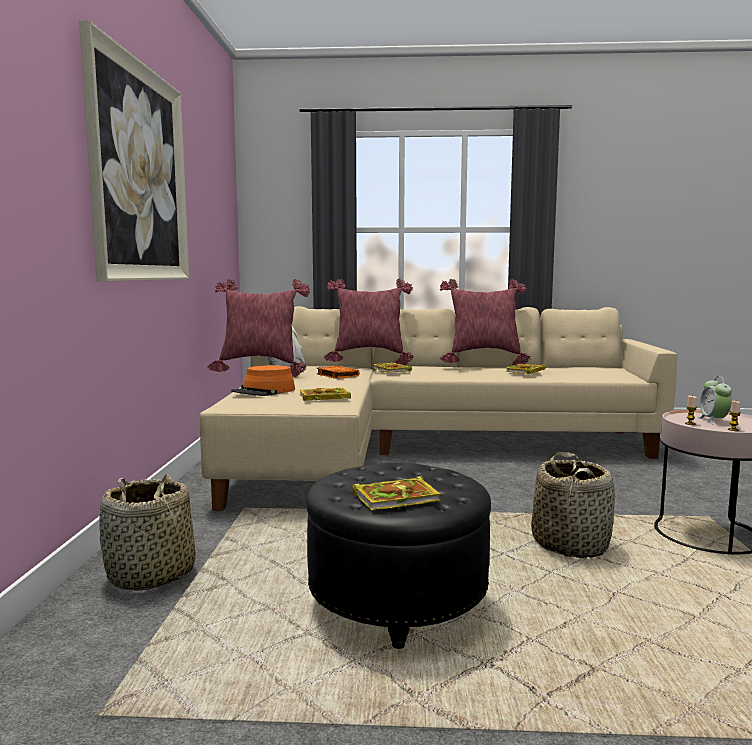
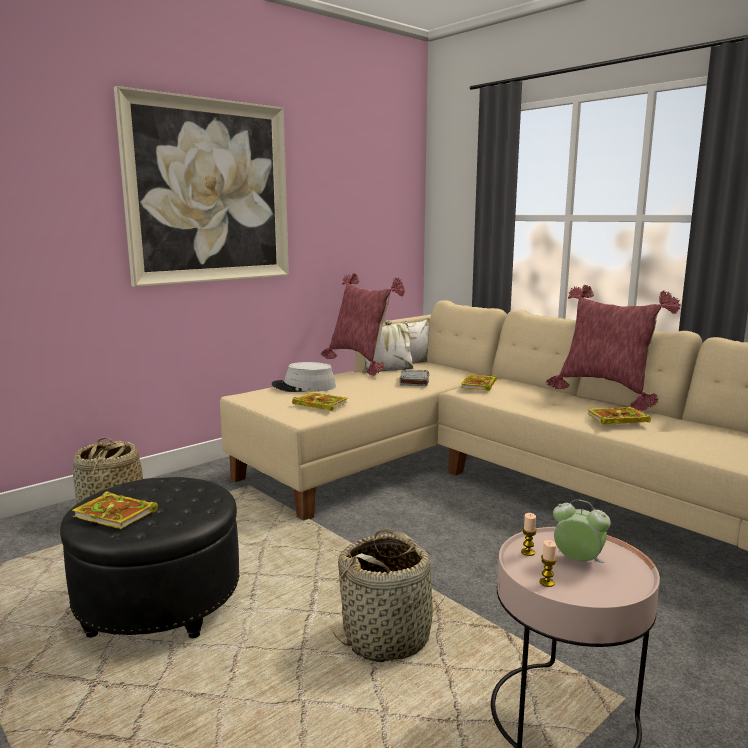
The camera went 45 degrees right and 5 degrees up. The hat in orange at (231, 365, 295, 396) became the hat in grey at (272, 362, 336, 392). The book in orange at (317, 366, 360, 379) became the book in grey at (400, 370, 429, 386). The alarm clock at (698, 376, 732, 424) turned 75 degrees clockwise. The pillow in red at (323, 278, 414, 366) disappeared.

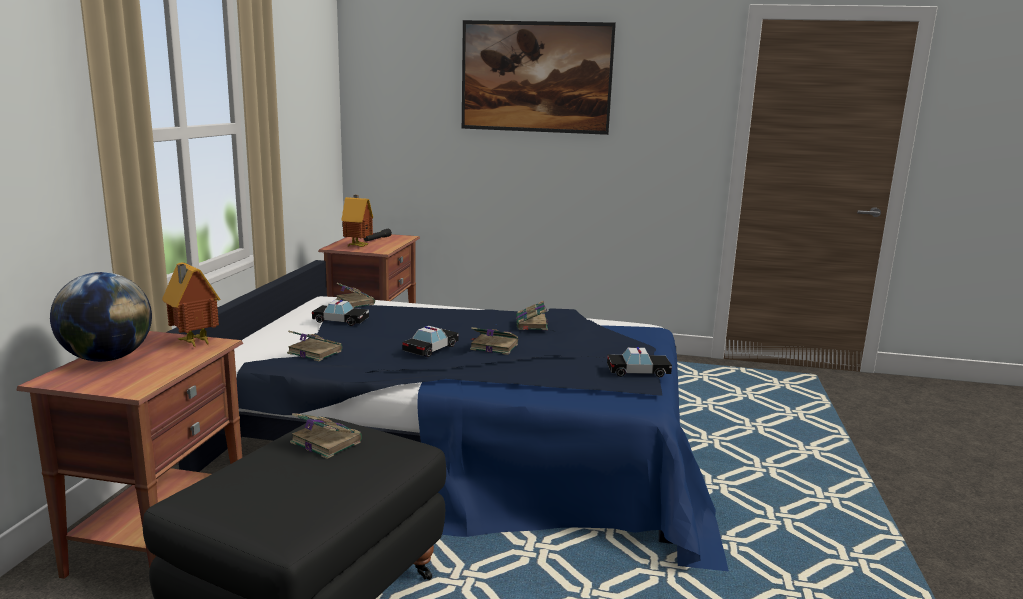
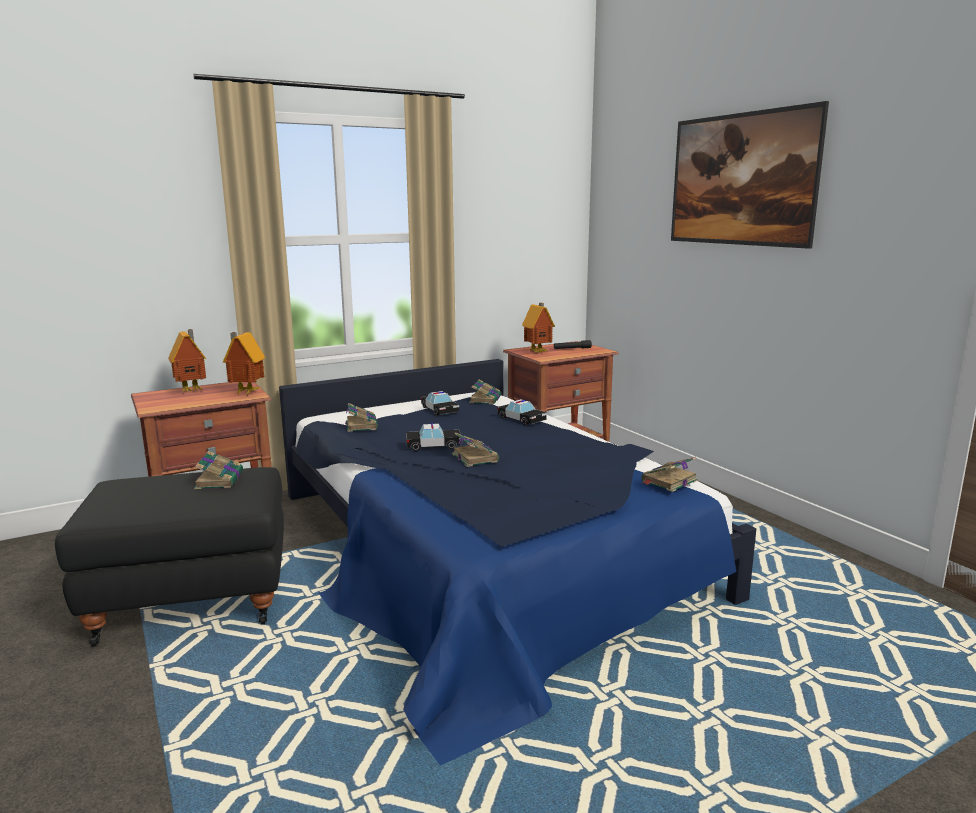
The camera went 50 degrees right and 0 degrees up. The globe at (50, 272, 152, 362) was replaced by the toy house at (168, 329, 206, 392). The toy car moved from (607, 347, 672, 377) to (497, 399, 547, 425). The book moved from (516, 301, 548, 330) to (641, 457, 698, 492).

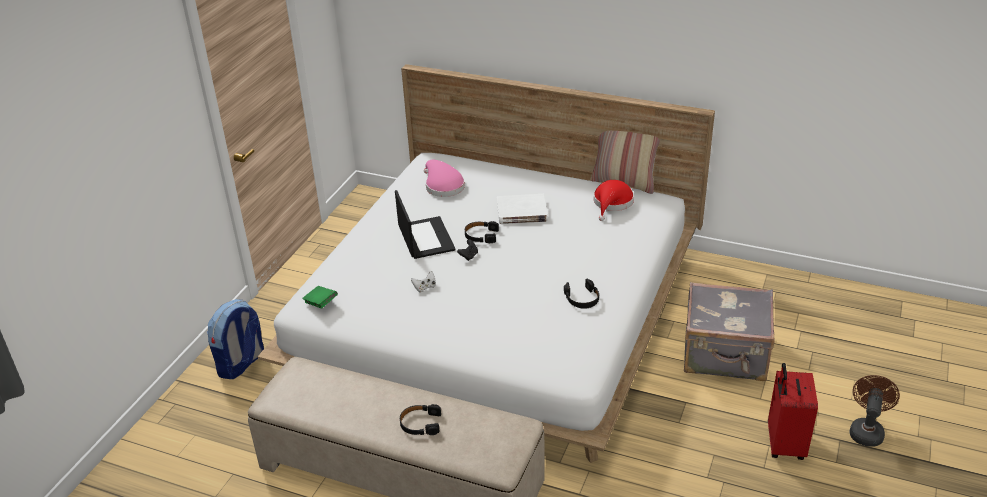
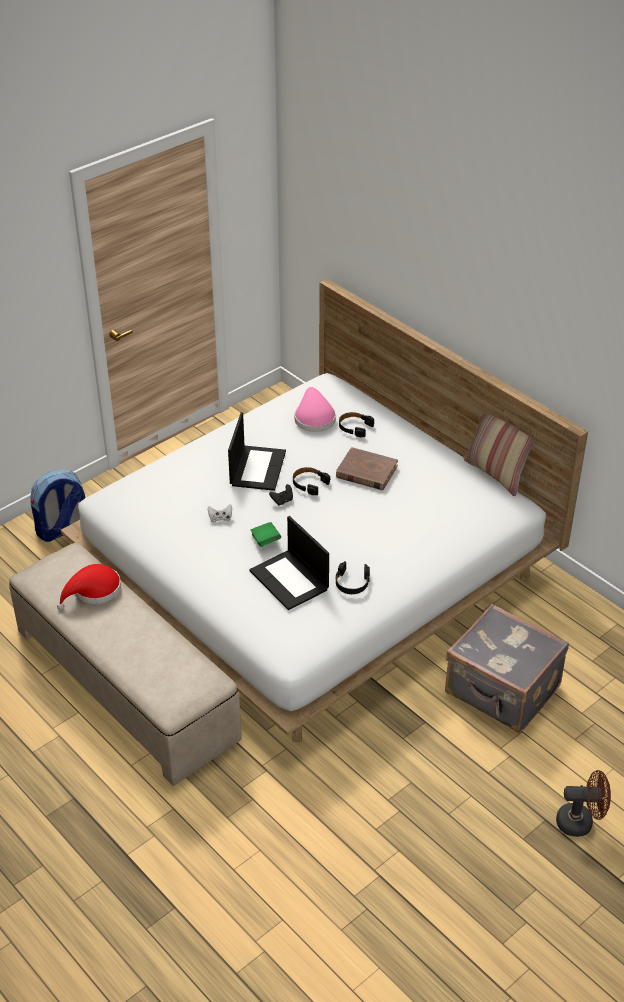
The camera went 25 degrees right and 5 degrees up. The hat in red moved from (594, 180, 634, 221) to (57, 564, 121, 610). The laptop at (249, 516, 329, 610) appeared. The book in green moved from (302, 286, 338, 309) to (250, 522, 281, 547). The book in white at (497, 194, 547, 224) became the book in brown at (336, 447, 398, 490). The headphones in black moved from (400, 404, 441, 435) to (339, 412, 374, 437). The fan in brown at (850, 375, 900, 447) turned 45 degrees clockwise. The suitcase in red at (768, 363, 818, 460) disappeared.

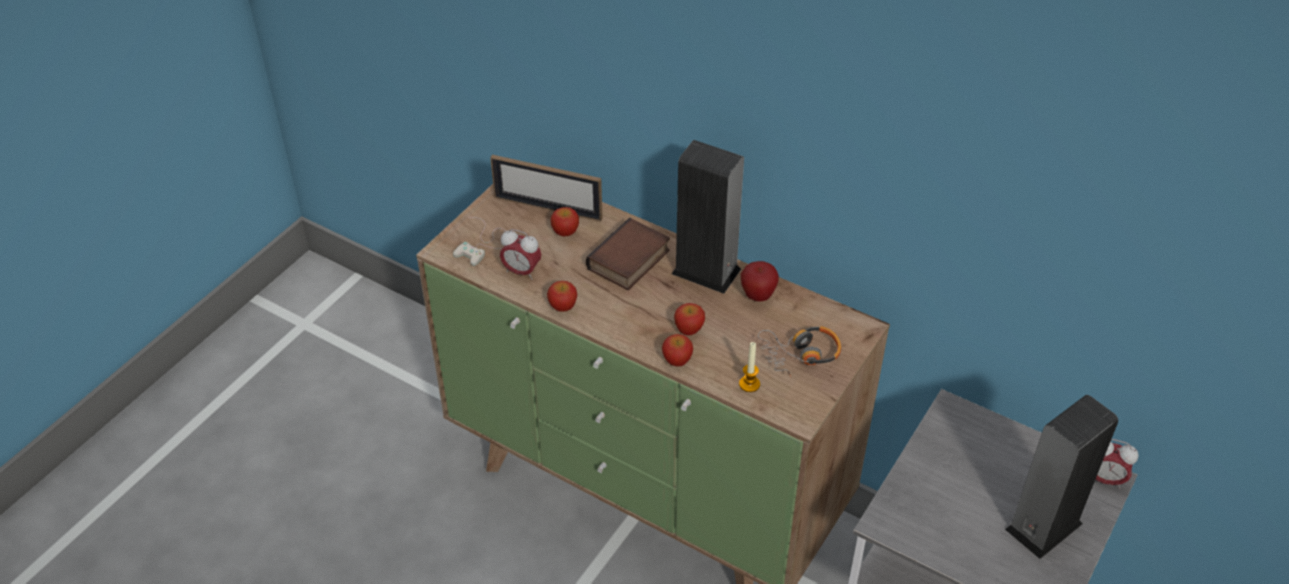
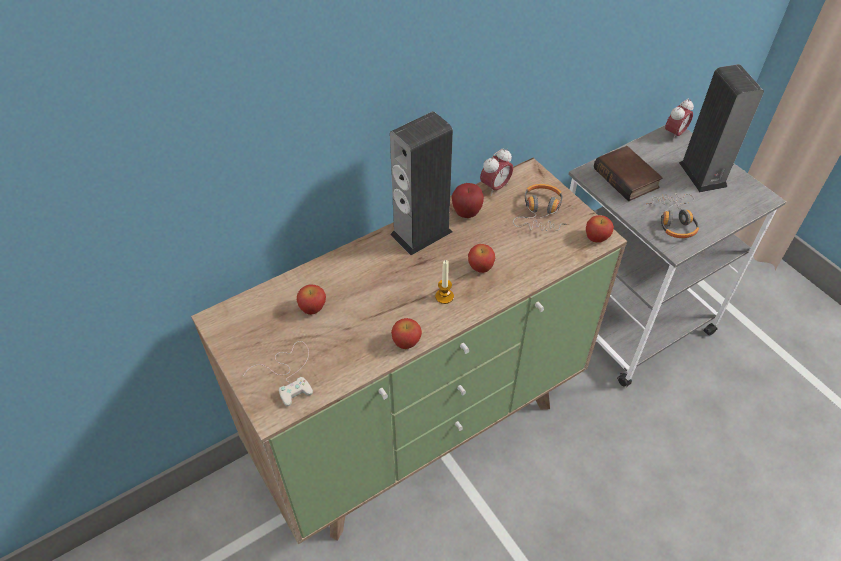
The camera went 65 degrees left and 5 degrees up. The candle moved from (739, 342, 760, 392) to (435, 260, 454, 304). The alarm clock moved from (500, 229, 541, 280) to (480, 148, 513, 196). The apple moved from (662, 334, 693, 366) to (586, 215, 614, 243). The book moved from (586, 218, 670, 290) to (594, 146, 663, 201). The headphones at (646, 193, 699, 238) appeared. The picture frame at (490, 155, 603, 222) disappeared.

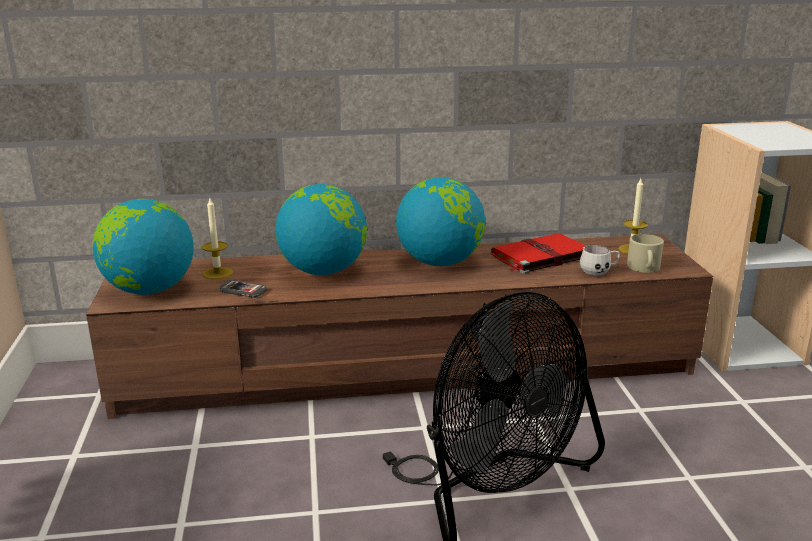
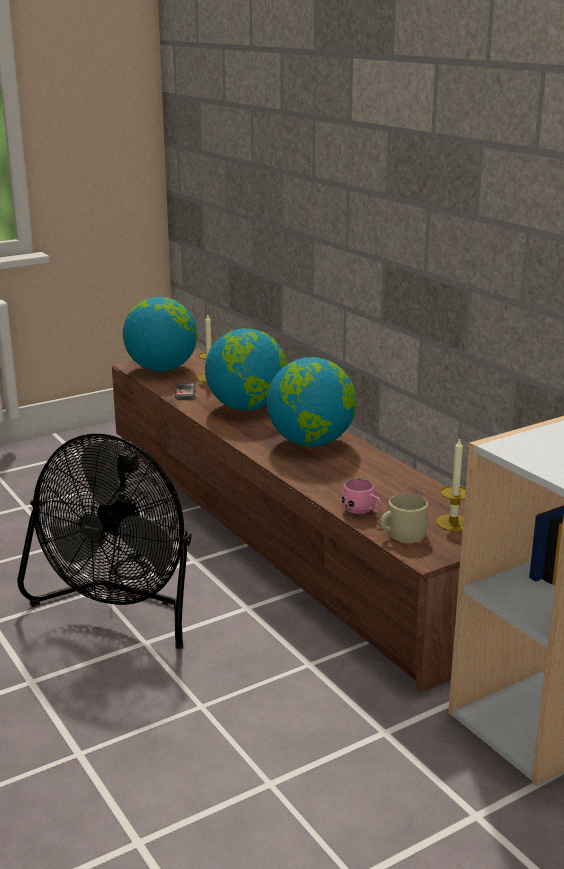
The camera went 65 degrees right and 0 degrees up. The mug in white at (580, 245, 620, 276) became the mug in pink at (341, 479, 381, 514). The book in red at (491, 233, 586, 274) disappeared.

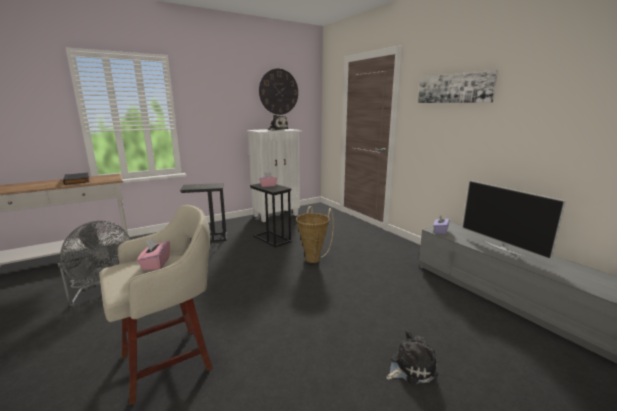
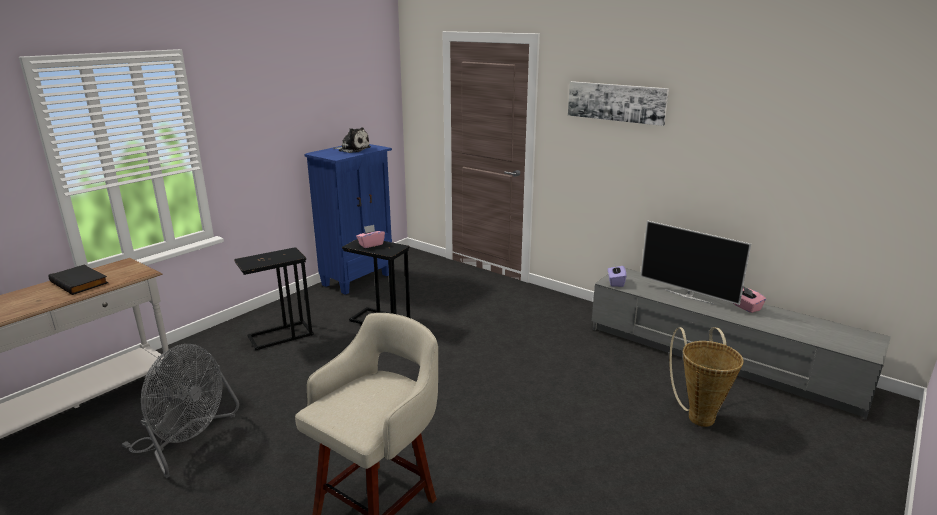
The camera went 20 degrees left and 5 degrees up. The cabinet in white at (247, 129, 302, 222) became the cabinet in blue at (304, 144, 392, 295). The basket moved from (296, 206, 334, 263) to (669, 327, 744, 427). The tissue box in pink moved from (137, 238, 170, 271) to (733, 286, 766, 313). The wall clock at (259, 68, 298, 115) disappeared. The plush toy at (386, 330, 438, 384) disappeared.

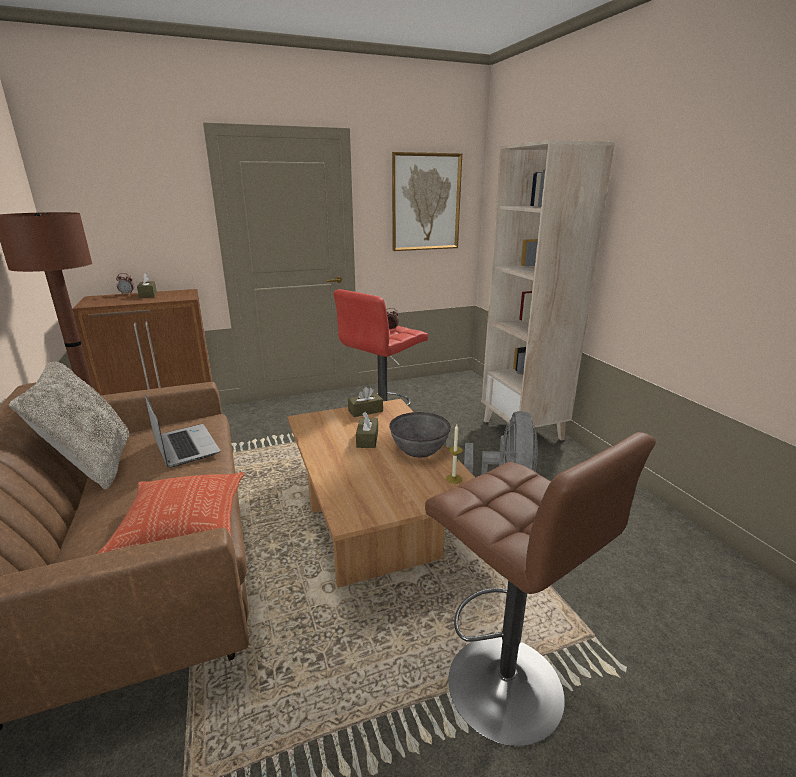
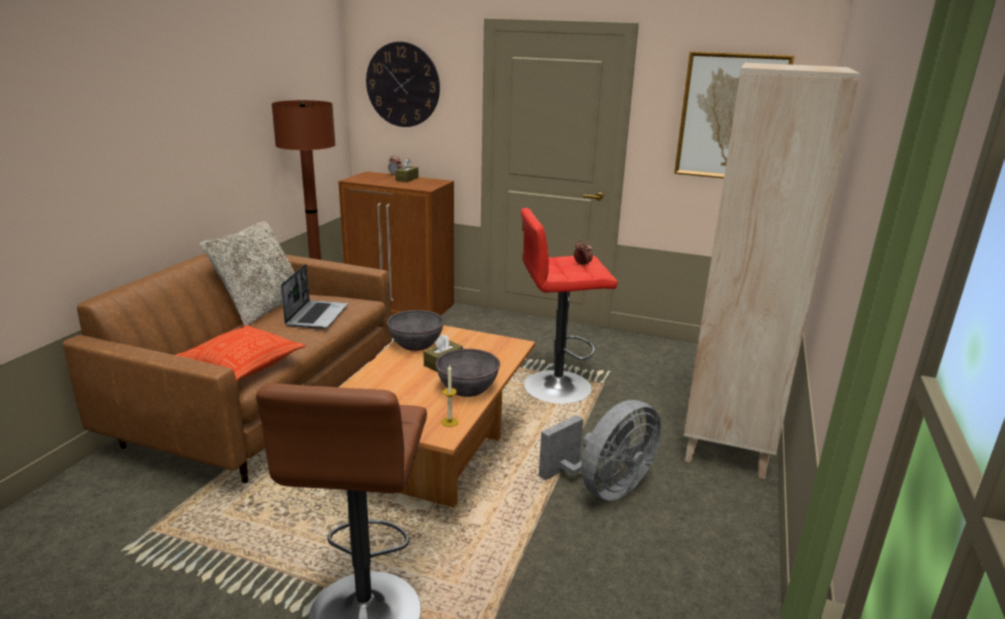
The camera went 40 degrees right and 0 degrees up. The wall clock at (366, 42, 440, 127) appeared. The bowl in grey at (387, 310, 444, 351) appeared. The tissue box in brown at (348, 387, 383, 417) disappeared.

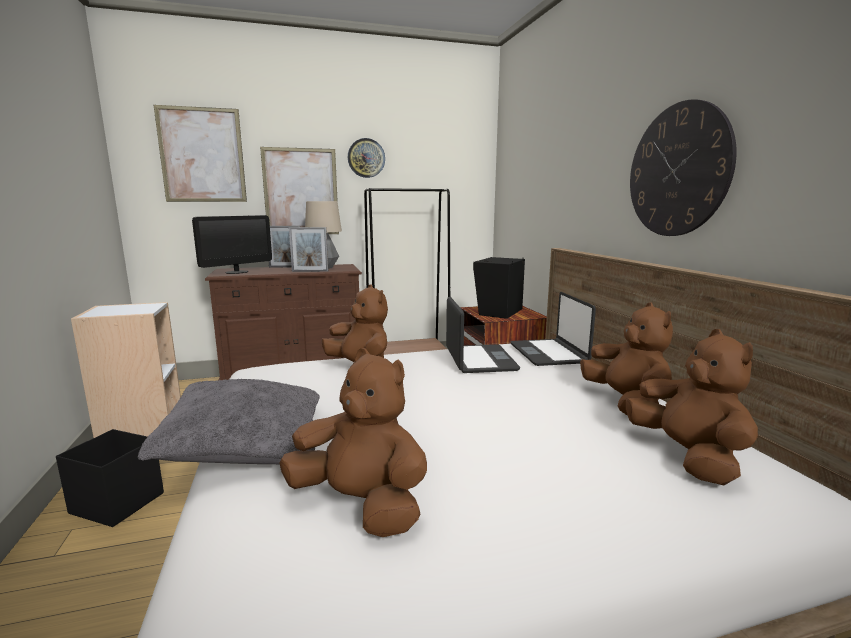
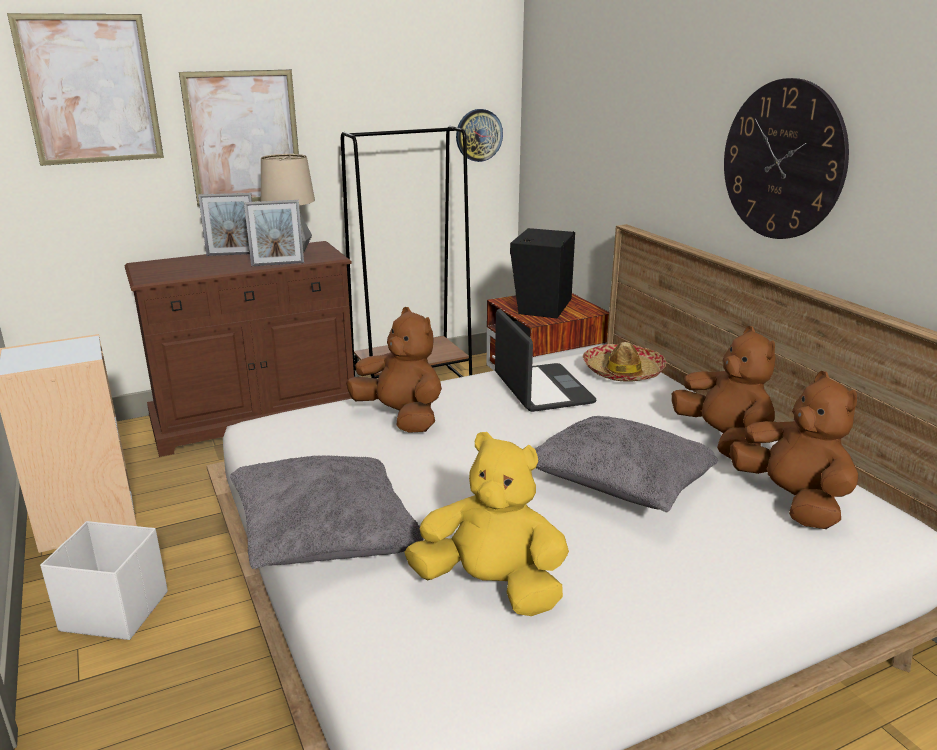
The camera went 10 degrees left and 10 degrees up. The storage box in black at (56, 429, 164, 527) became the storage box in white at (40, 521, 168, 640). The plush toy in brown at (280, 348, 427, 537) became the plush toy in yellow at (404, 432, 569, 616). The wall clock moved from (348, 138, 385, 178) to (456, 109, 503, 162). The pillow in grey at (535, 416, 718, 513) appeared. The laptop at (511, 292, 596, 366) was replaced by the hat at (583, 342, 667, 382). The monitor at (192, 215, 272, 274) disappeared.

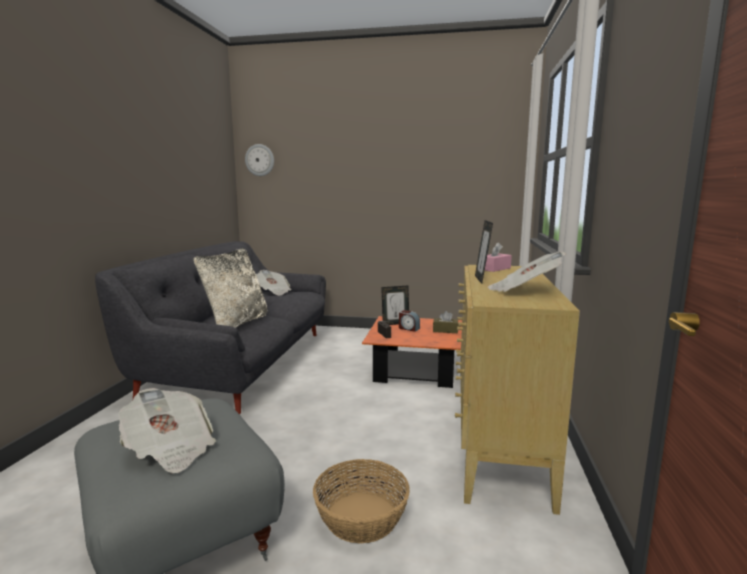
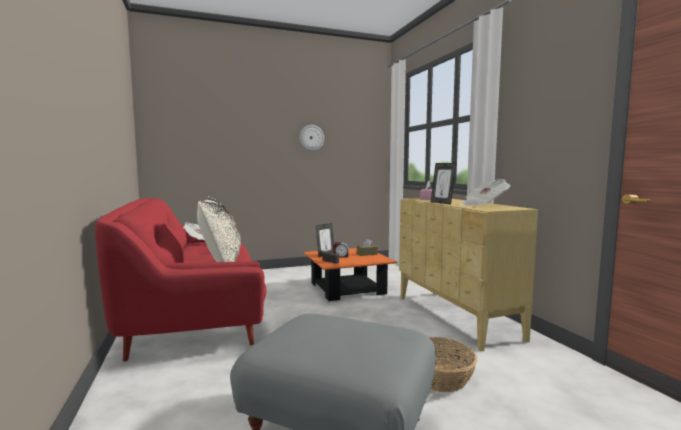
The camera went 30 degrees left and 5 degrees down. The sofa in grey at (95, 241, 326, 414) became the sofa in red at (95, 198, 266, 362). The wall clock moved from (245, 144, 274, 176) to (299, 125, 324, 151). The newspaper at (118, 388, 216, 473) disappeared.

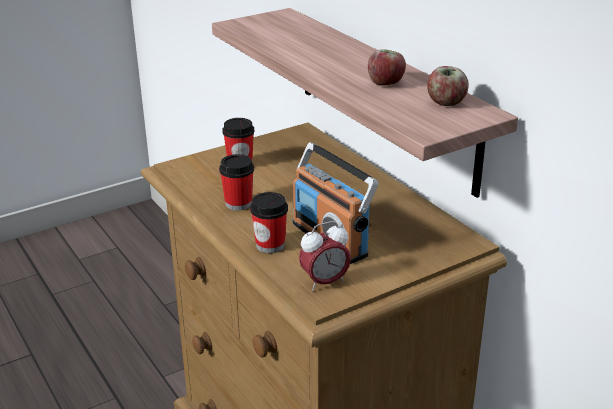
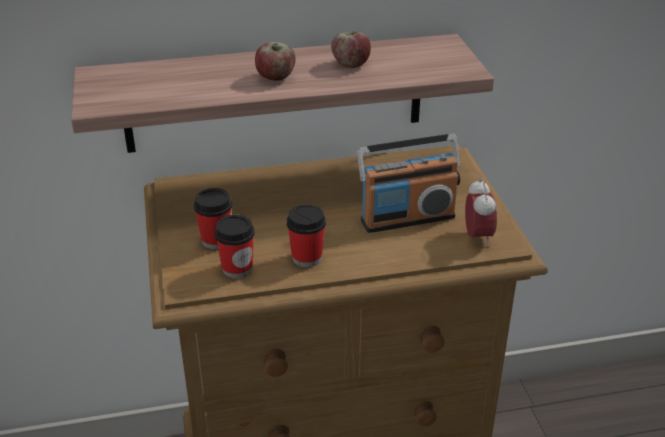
The camera went 70 degrees left and 5 degrees up. The cup moved from (250, 192, 288, 253) to (214, 214, 255, 279). The apple moved from (427, 66, 469, 106) to (255, 42, 296, 81).

